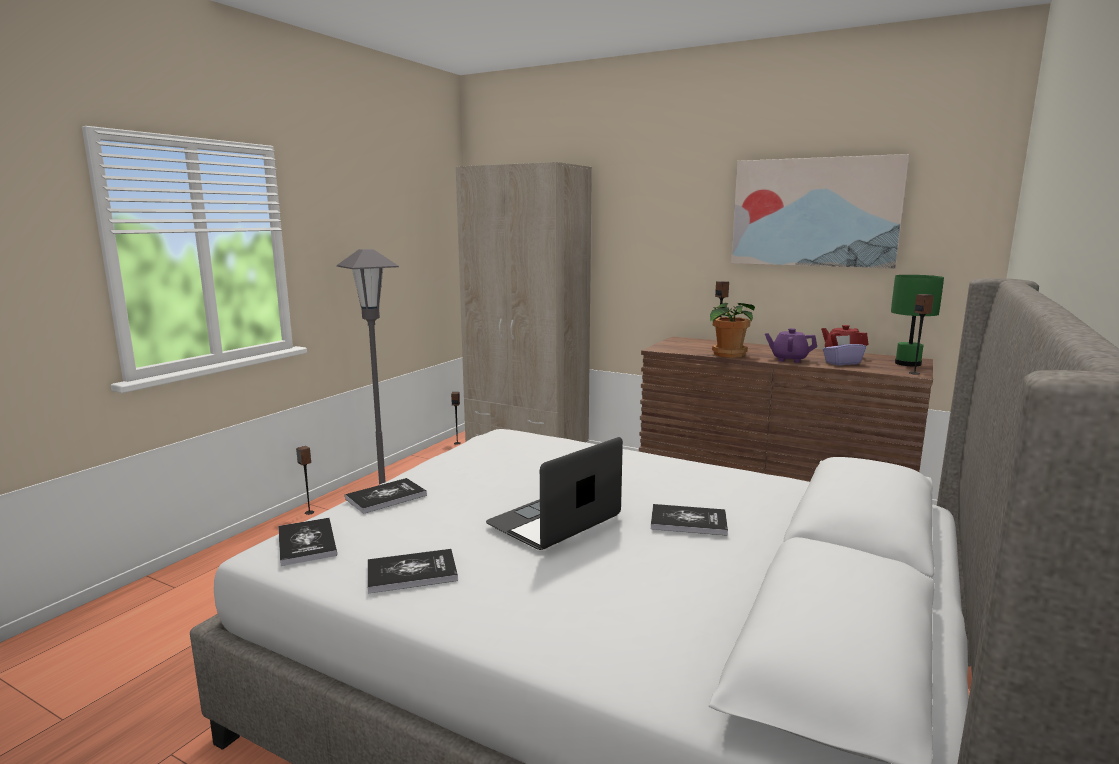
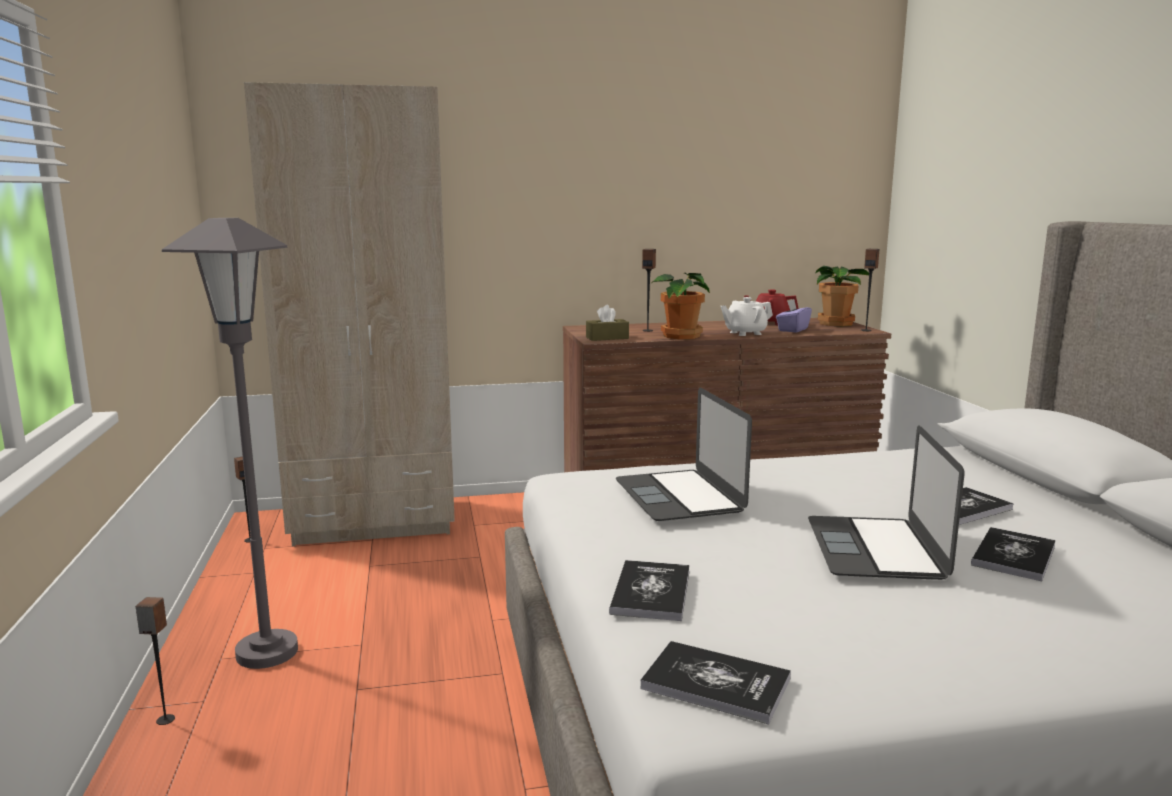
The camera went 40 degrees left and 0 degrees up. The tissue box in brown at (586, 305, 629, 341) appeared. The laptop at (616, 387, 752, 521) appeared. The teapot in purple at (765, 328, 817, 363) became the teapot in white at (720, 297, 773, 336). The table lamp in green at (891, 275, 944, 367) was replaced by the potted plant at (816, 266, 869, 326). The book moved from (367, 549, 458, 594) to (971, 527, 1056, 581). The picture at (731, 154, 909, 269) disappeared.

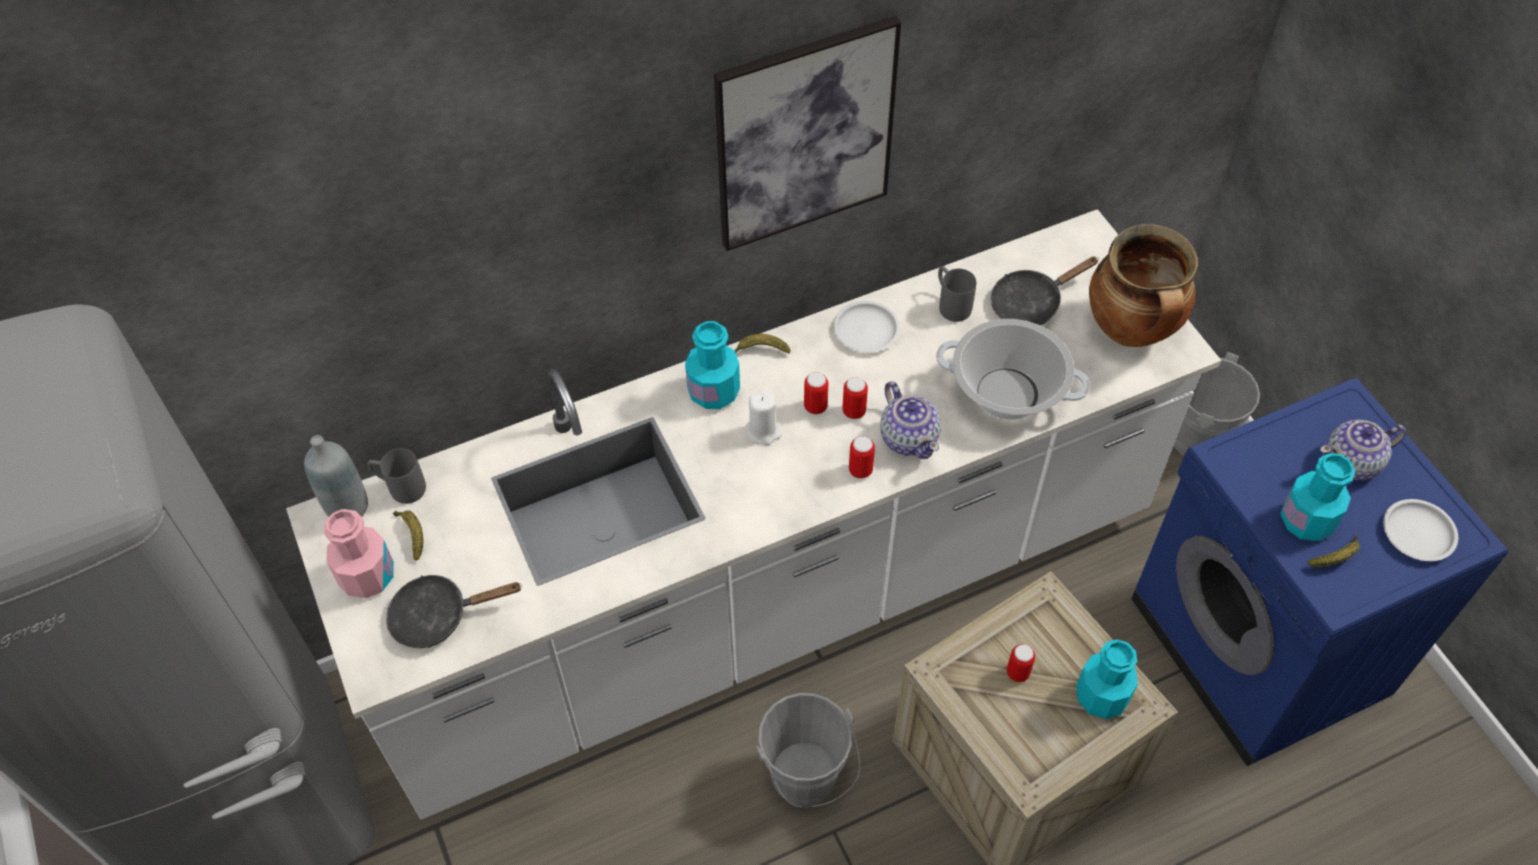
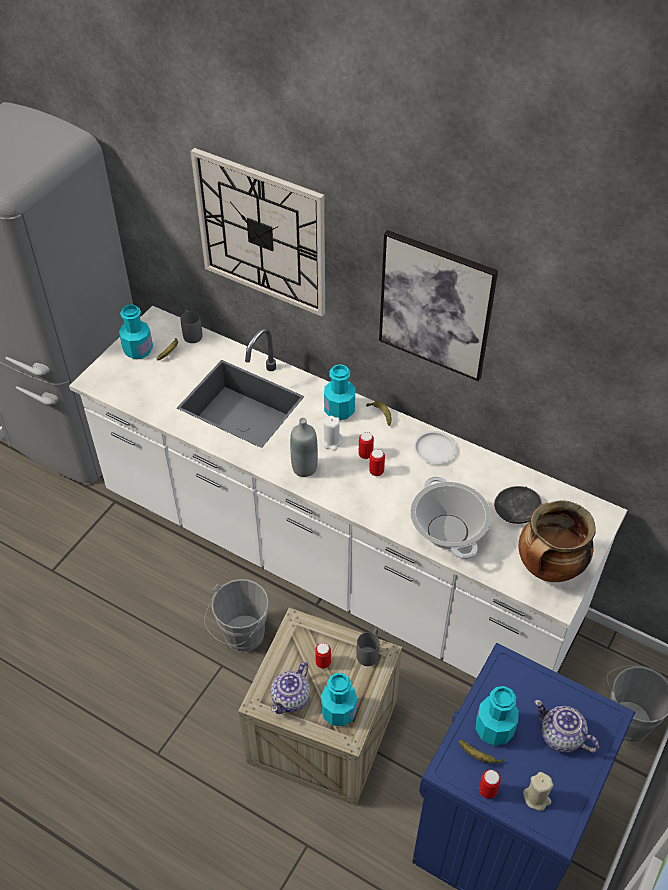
The camera went 55 degrees right and 5 degrees down. The bottle in pink at (324, 509, 394, 598) became the bottle in turquoise at (119, 304, 153, 359). The wall clock at (190, 148, 325, 316) appeared. The teapot moved from (880, 381, 941, 459) to (271, 662, 310, 714). The bottle in grey moved from (304, 435, 368, 517) to (290, 418, 318, 477). The mug in grey moved from (938, 266, 976, 322) to (356, 628, 380, 666). The can moved from (849, 436, 875, 479) to (479, 770, 501, 799). The plate in white at (1383, 499, 1458, 561) was replaced by the candle in beige at (523, 772, 553, 811). The frying pan in black at (386, 575, 522, 648) disappeared.

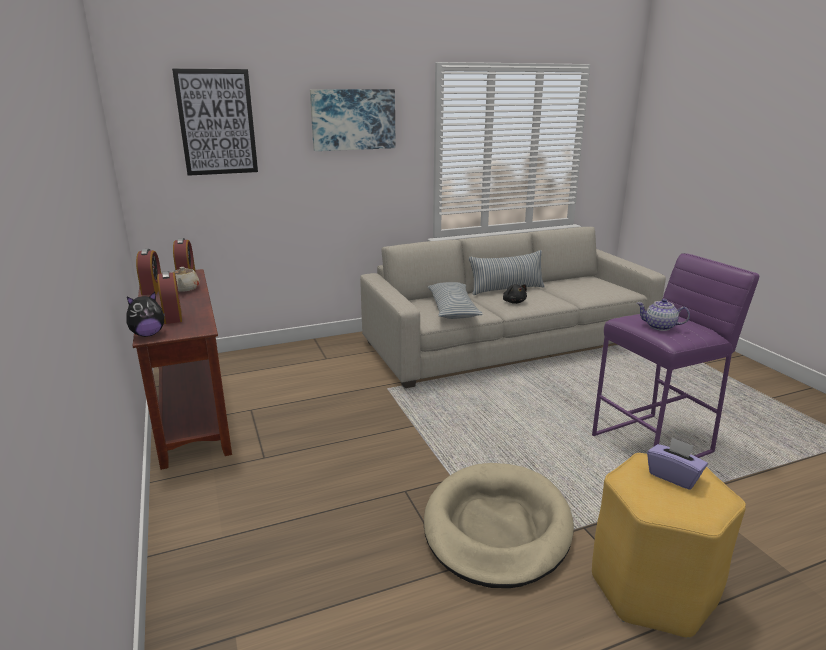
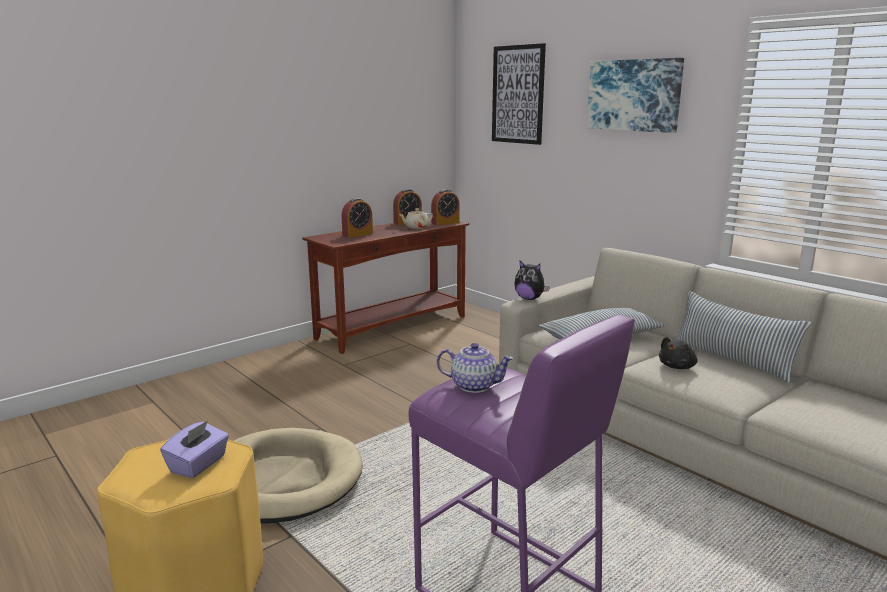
The camera went 70 degrees right and 5 degrees down. The teapot at (637, 299, 690, 331) turned 105 degrees clockwise. The plush toy moved from (126, 292, 165, 337) to (514, 261, 550, 300).

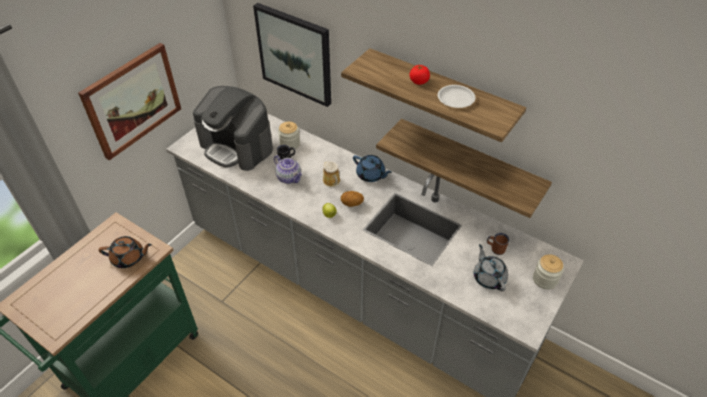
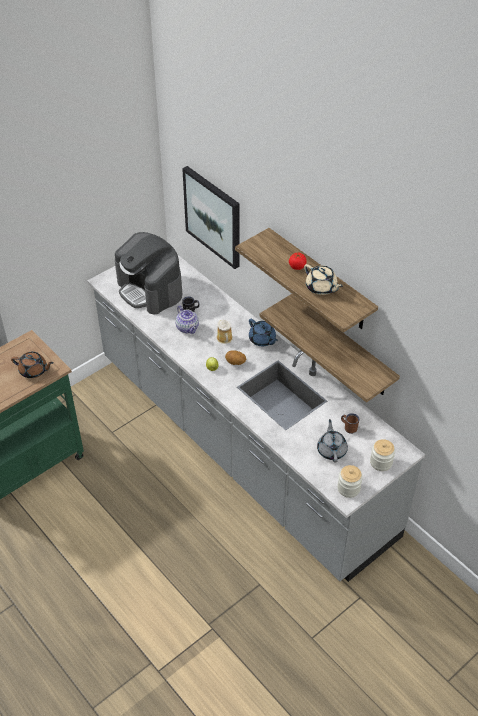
The camera went 15 degrees right and 0 degrees up. The plate in white at (438, 85, 475, 108) was replaced by the teapot in beige at (304, 264, 343, 295). The jar moved from (278, 122, 300, 151) to (337, 465, 363, 498). The picture at (78, 43, 181, 160) disappeared.

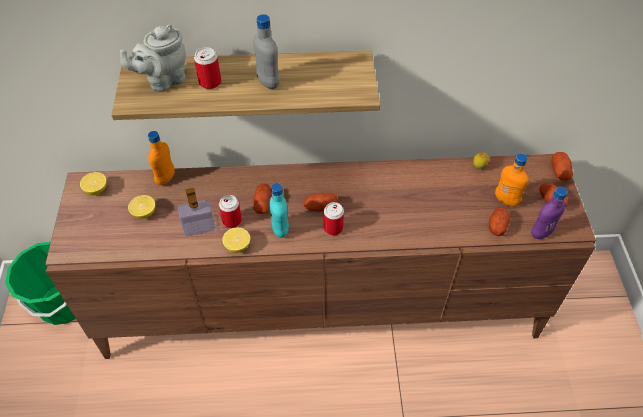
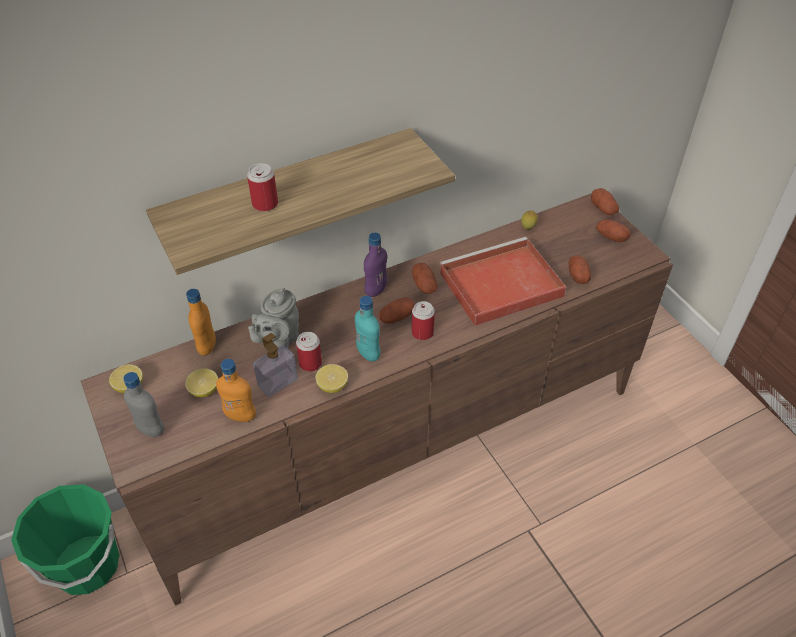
The camera went 25 degrees left and 5 degrees down. The bottle in grey moved from (254, 14, 280, 89) to (123, 372, 164, 437). The bottle in orange moved from (495, 153, 529, 207) to (216, 359, 256, 422). The teapot in grey moved from (120, 24, 186, 92) to (248, 288, 299, 348). The bottle in purple moved from (531, 187, 567, 239) to (364, 233, 388, 297). The potato moved from (253, 184, 272, 214) to (412, 263, 438, 294). The tray in red at (439, 237, 566, 326) appeared.

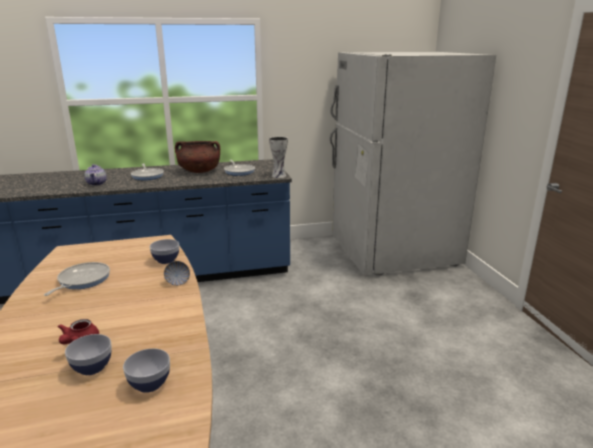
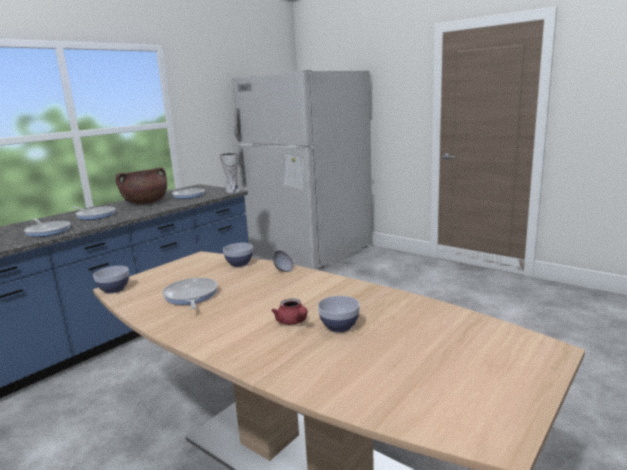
The camera went 35 degrees left and 5 degrees down. The teapot at (84, 164, 107, 186) was replaced by the frying pan at (24, 219, 70, 237). The bowl moved from (123, 348, 170, 393) to (93, 266, 129, 294).

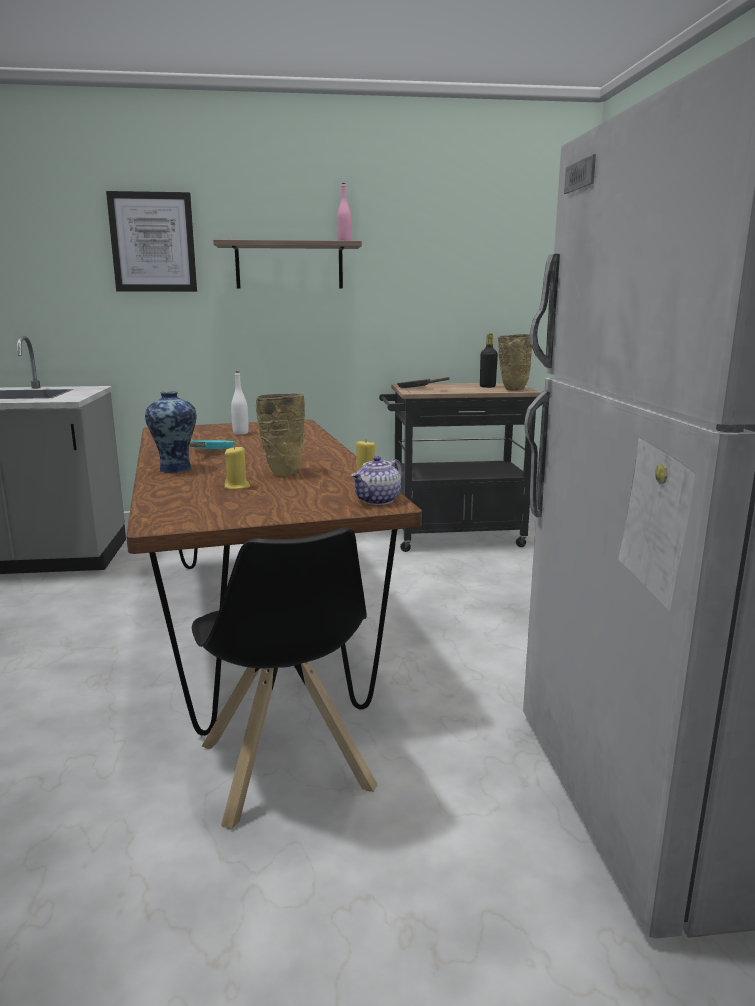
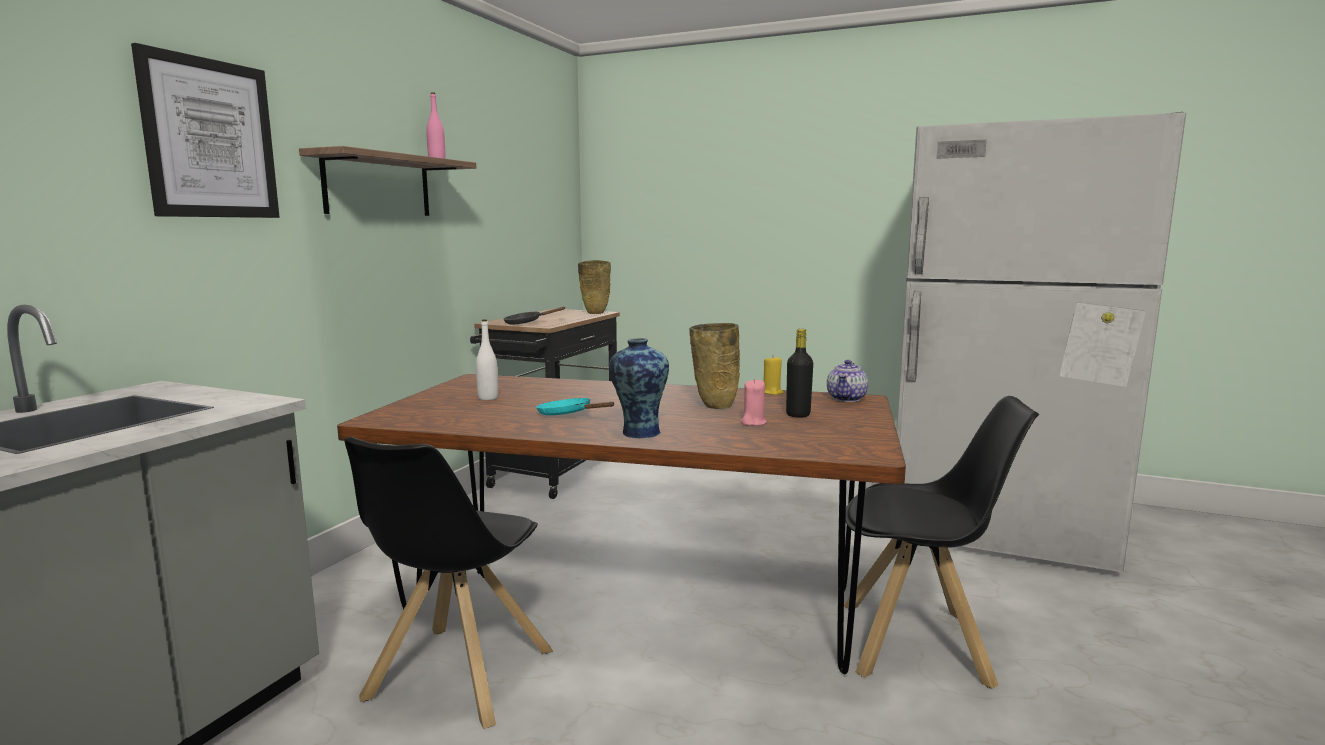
The camera went 60 degrees left and 5 degrees down. The chair in black at (344, 437, 553, 729) appeared. The candle in yellow at (225, 445, 250, 490) became the candle in pink at (740, 379, 767, 426). The bottle in black moved from (480, 333, 498, 388) to (786, 329, 813, 418). The teapot at (351, 456, 402, 505) turned 45 degrees clockwise.

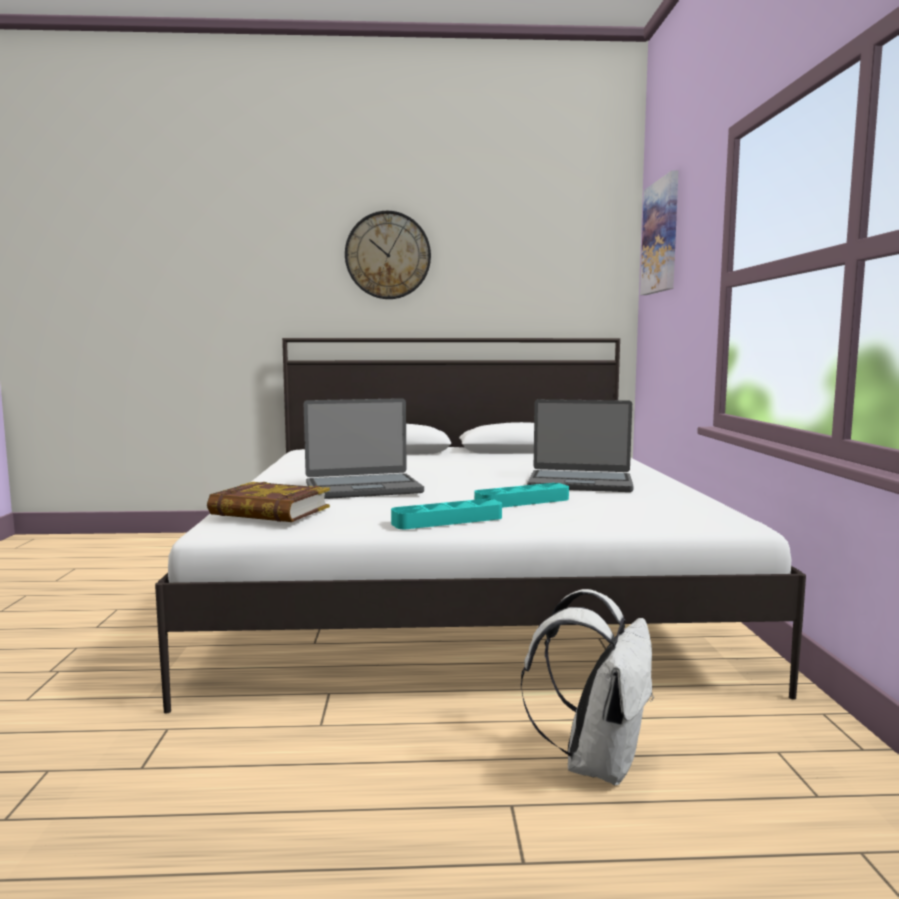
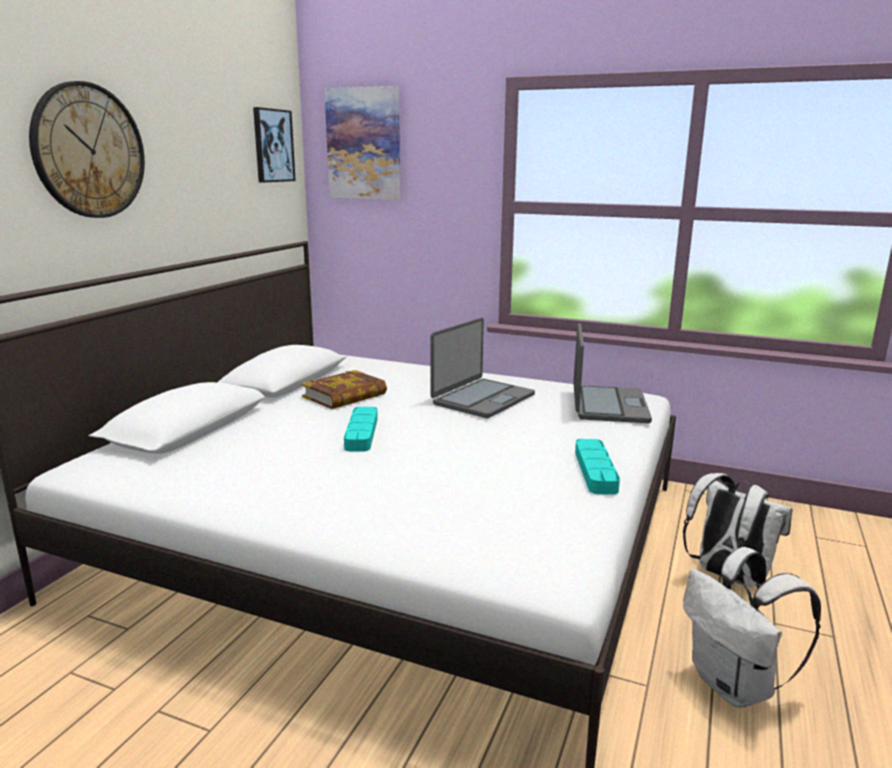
The camera went 65 degrees left and 10 degrees up. The picture at (253, 107, 296, 183) appeared. The book moved from (207, 482, 330, 522) to (301, 370, 387, 409). The tray in turquoise moved from (474, 483, 569, 508) to (344, 407, 378, 451). The laptop moved from (304, 398, 424, 499) to (573, 323, 652, 423). The backpack in white at (683, 547, 821, 708) appeared.

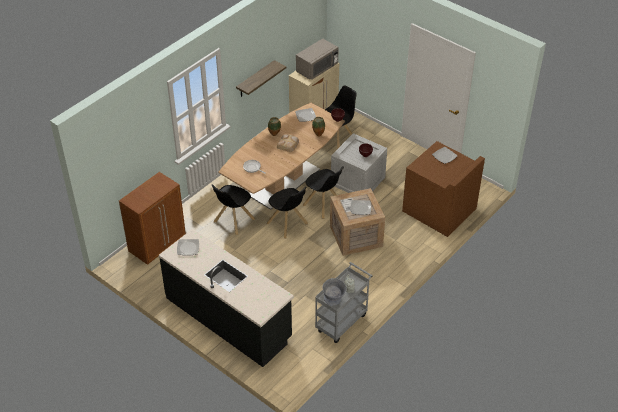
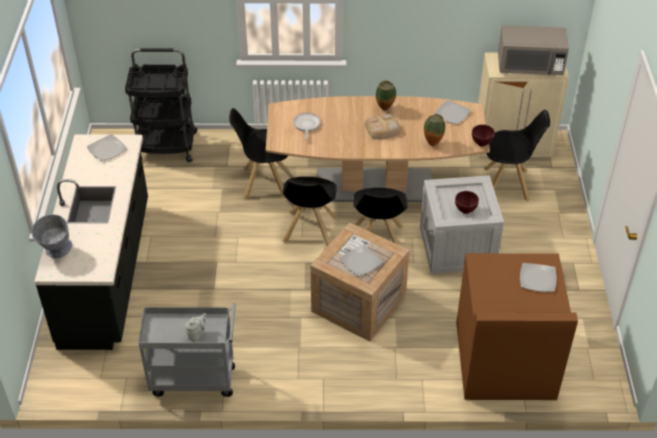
The camera went 50 degrees right and 0 degrees up. The bowl in grey moved from (322, 278, 347, 306) to (31, 214, 72, 258). The cabinet in brown at (119, 172, 186, 265) was replaced by the cart in black at (125, 48, 197, 163). The shelf at (236, 60, 286, 97) disappeared.

